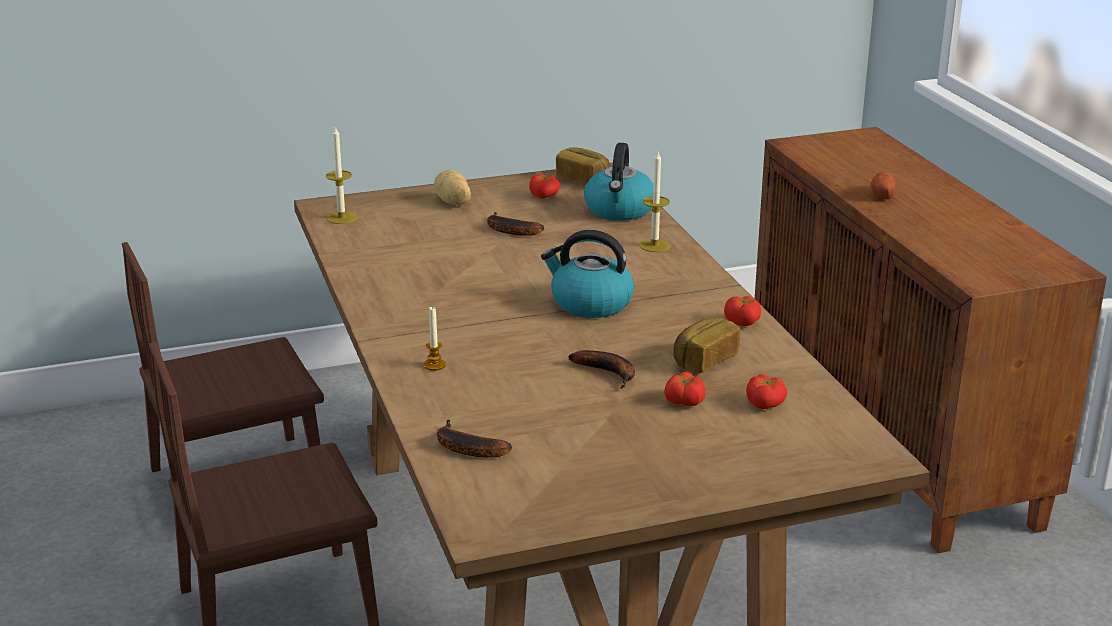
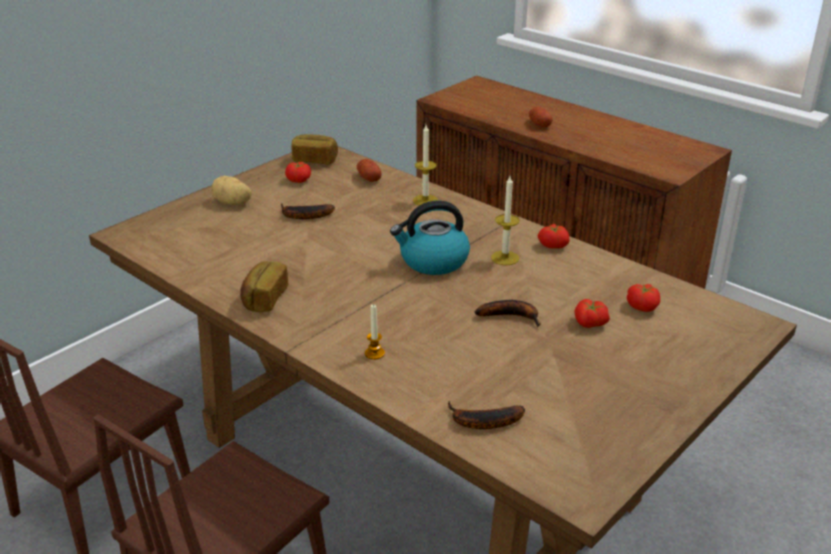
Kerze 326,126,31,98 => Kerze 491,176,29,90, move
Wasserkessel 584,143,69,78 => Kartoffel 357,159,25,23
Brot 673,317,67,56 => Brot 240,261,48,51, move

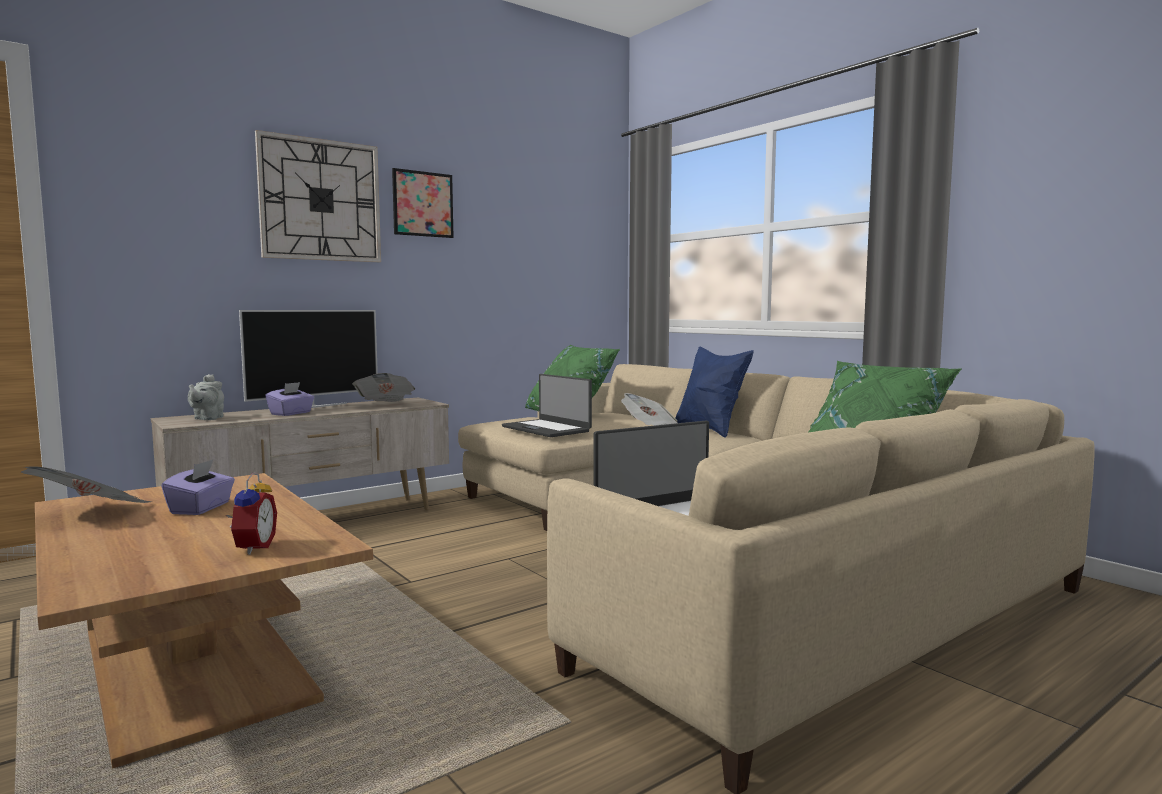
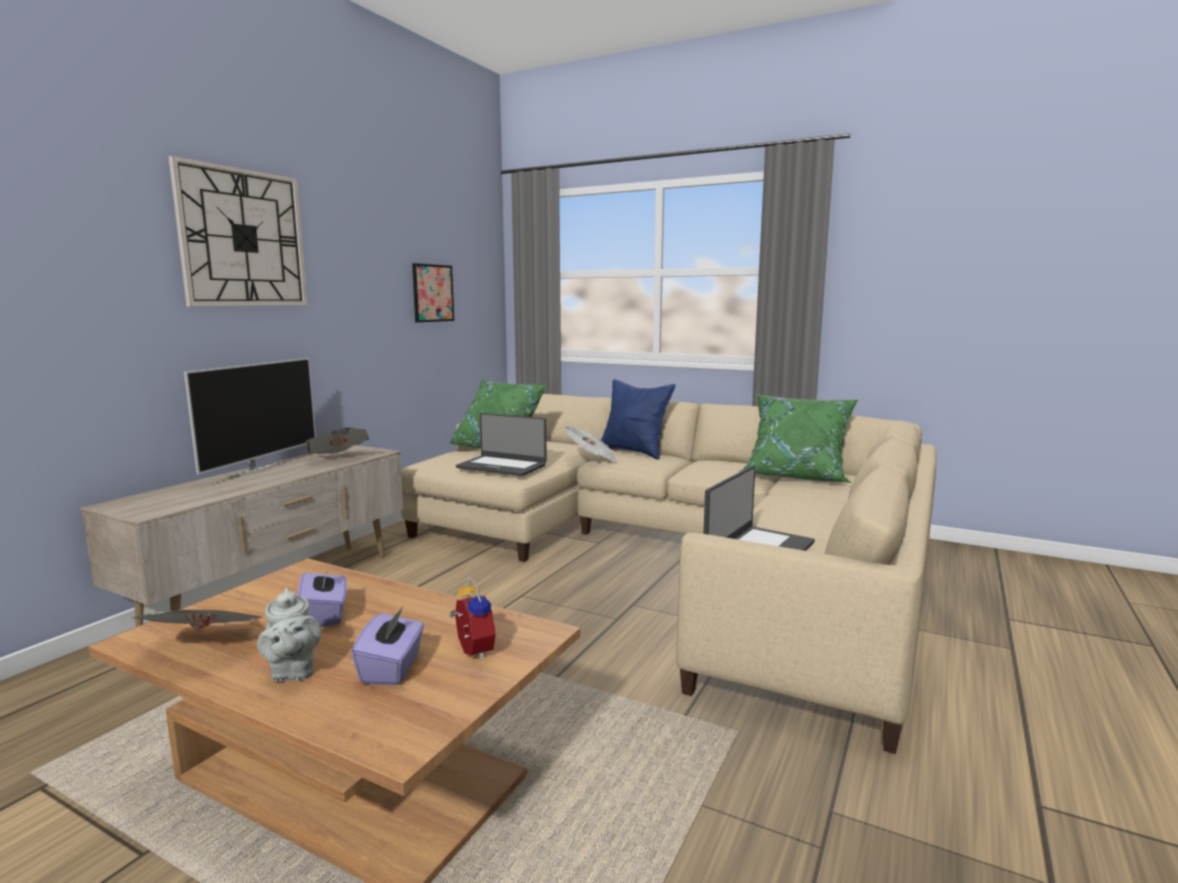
Bild 392,168,62,70 => Bild 412,263,42,59, move
Teekanne/grau 188,374,36,46 => Teekanne/grau 257,588,64,94, move
Taschentuchbox/lila 265,382,49,34 => Taschentuchbox/lila 351,607,73,78, move

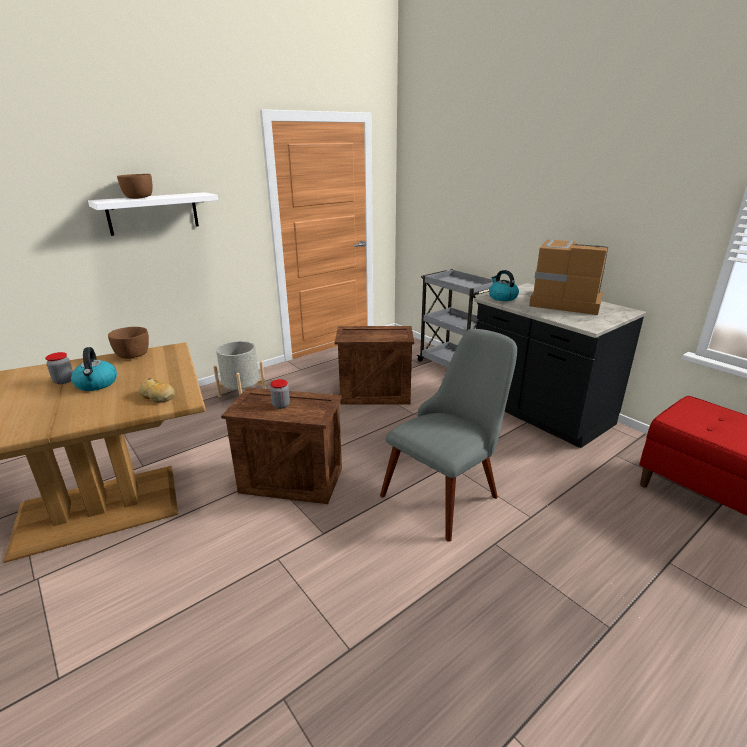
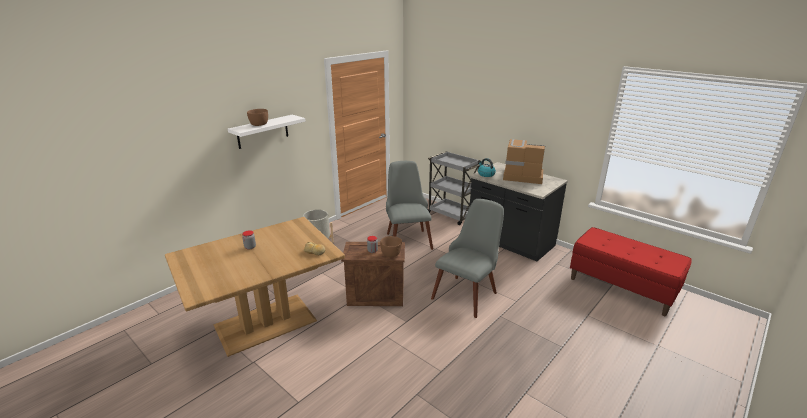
Kiste 335,326,79,79 => Stuhl/grau 386,161,47,89
Schüssel/braun 108,327,41,32 => Schüssel/braun 380,236,22,21, move
Wasserkessel 71,347,46,44 => nothing

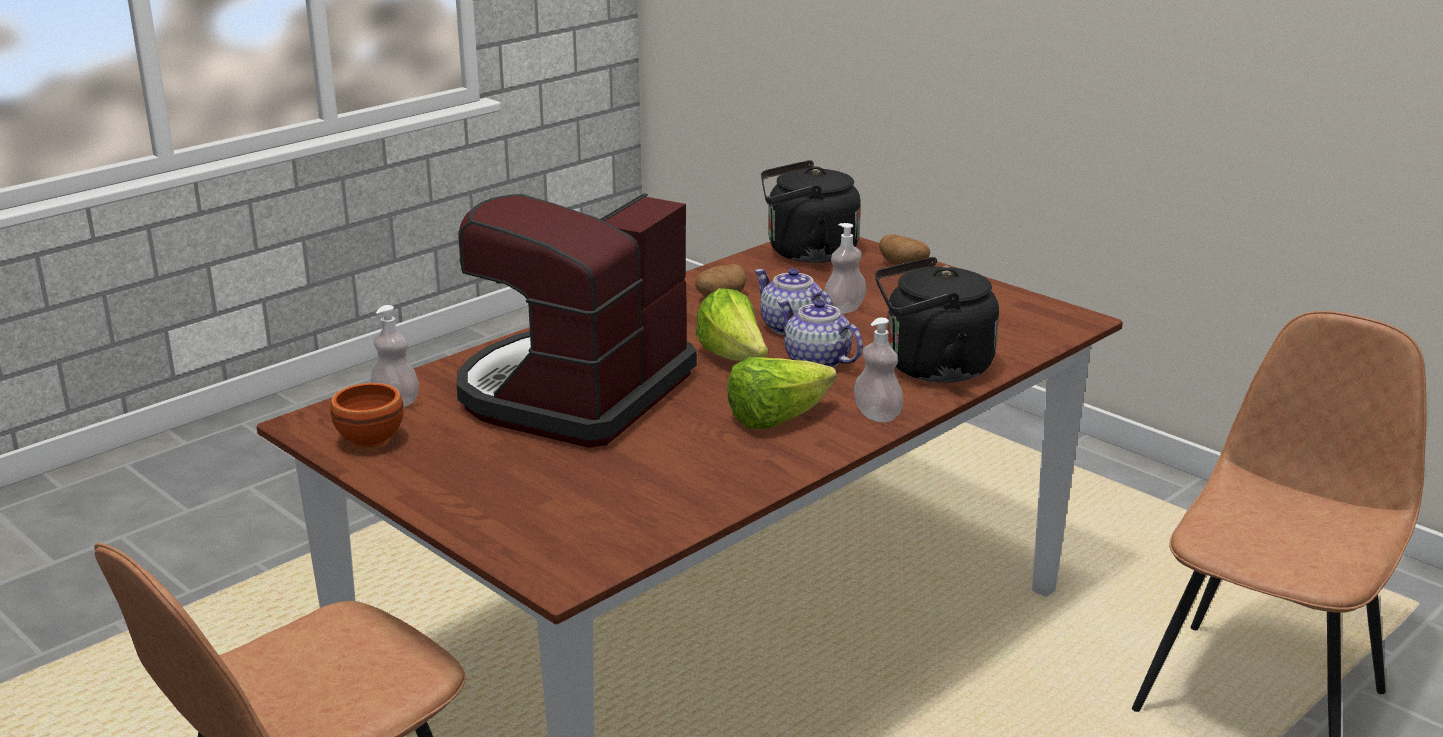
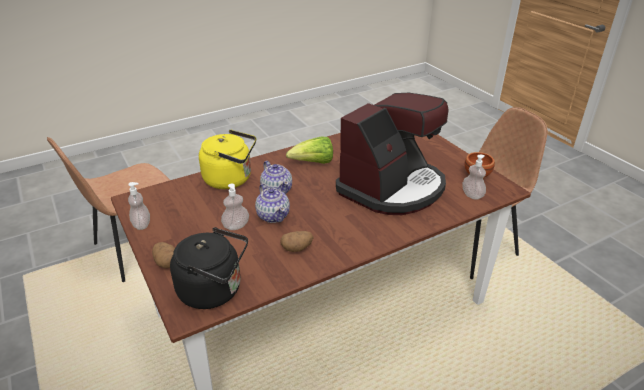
Wasserkessel/schwarz 875,257,124,126 => Wasserkessel/gelb 199,130,57,59
Salatkopf 695,288,73,73 => nothing
Seifenspender 854,318,49,104 => Seifenspender 128,182,22,48, move

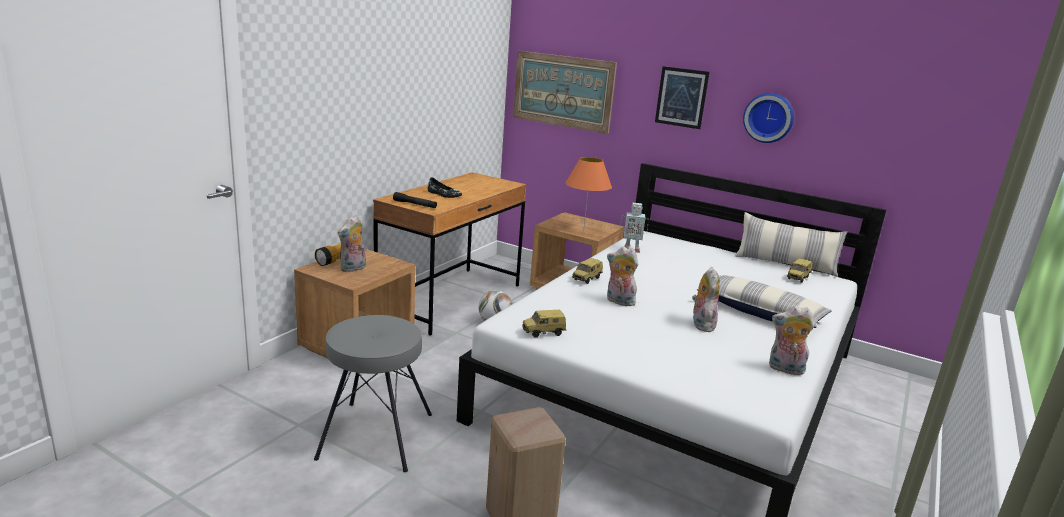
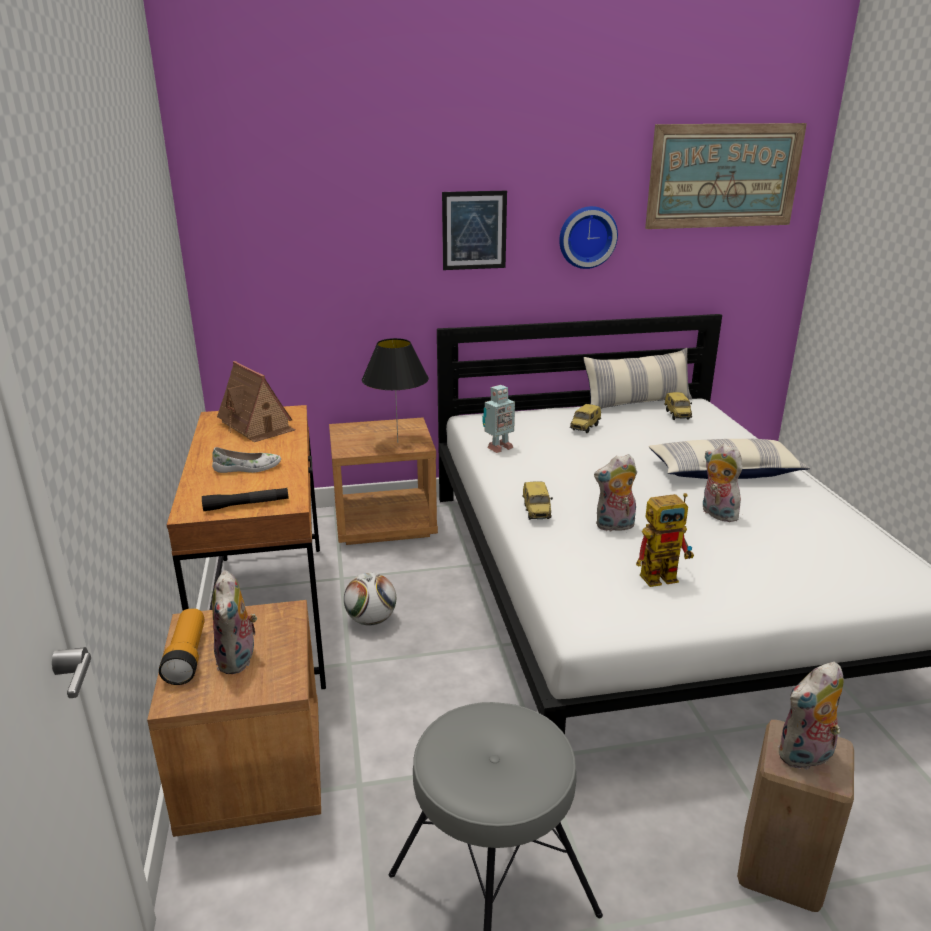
Bild 513,51,104,83 => Bild 645,123,162,106, move
Tischlampe/orange 566,157,46,74 => Tischlampe/schwarz 362,338,67,105
Schuh/schwarz 428,177,34,21 => Schuh/weiß 212,447,69,26
Plüschtier 769,306,45,69 => Plüschtier 777,662,69,108, move
Spielzeugauto 522,310,44,28 => Spielzeugauto 570,404,31,29, move
nothing => Spielzeughaus 217,361,79,81
nothing => Spielzeugroboter 636,493,58,94

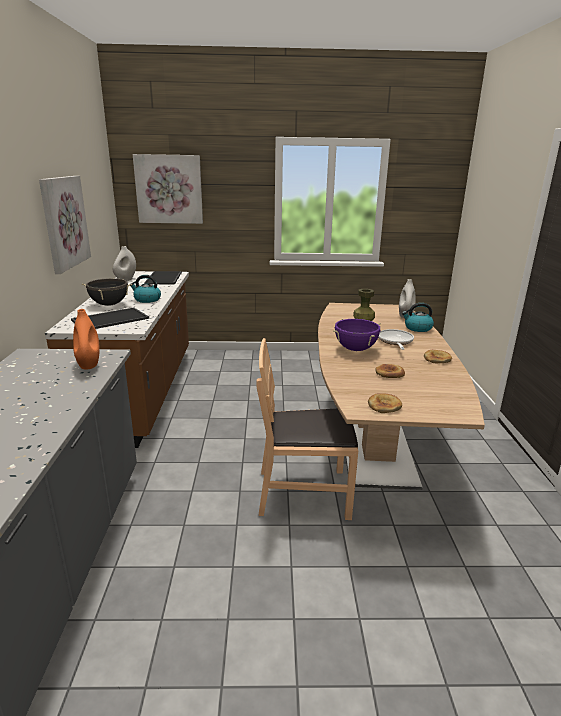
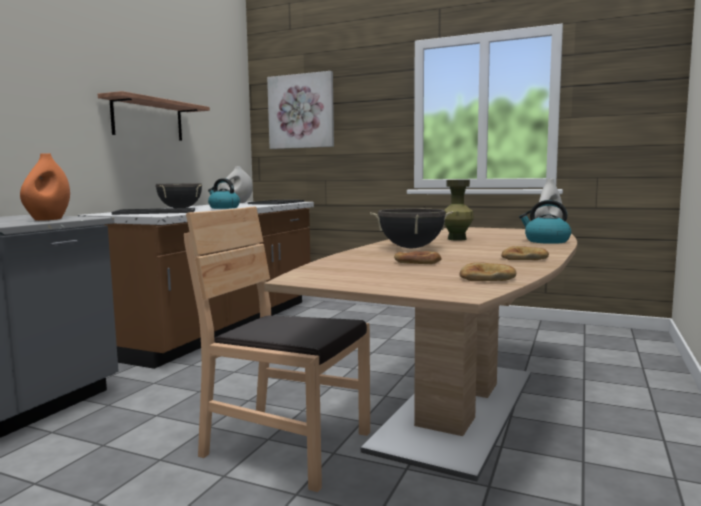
Bild 39,176,52,98 => Wandregal 98,91,112,50
Kochtopf/lila 333,318,48,33 => Kochtopf/schwarz 370,209,83,39
Pfanne 378,329,36,21 => nothing
Brot 368,393,34,20 => Brot 459,262,57,19, move

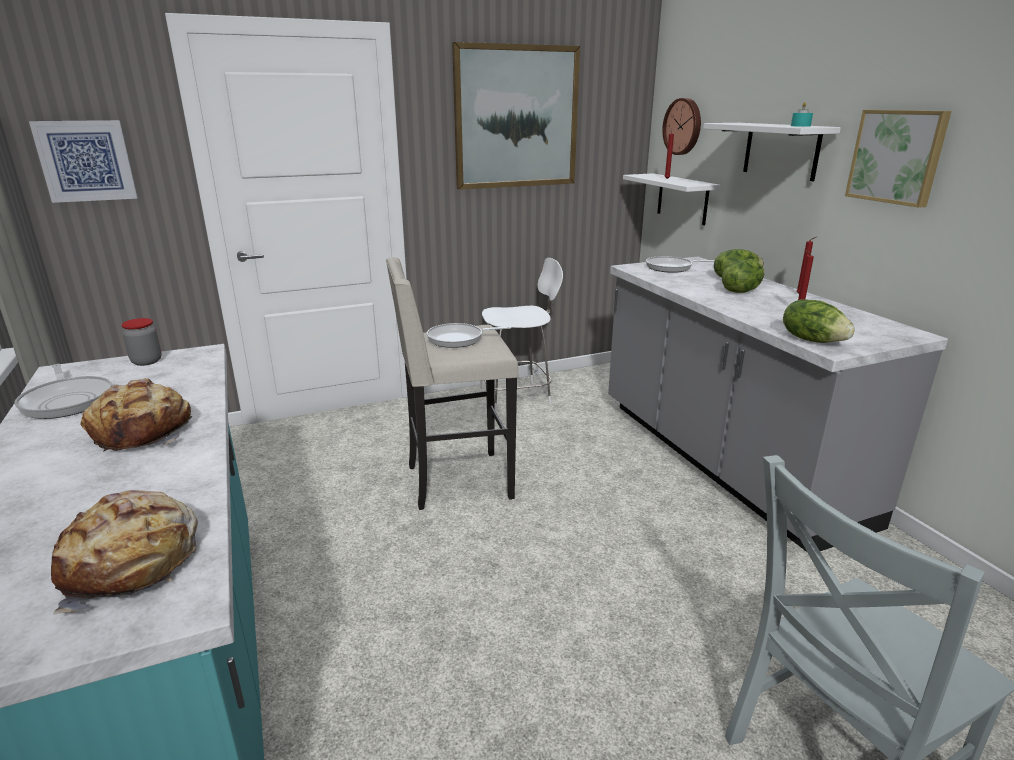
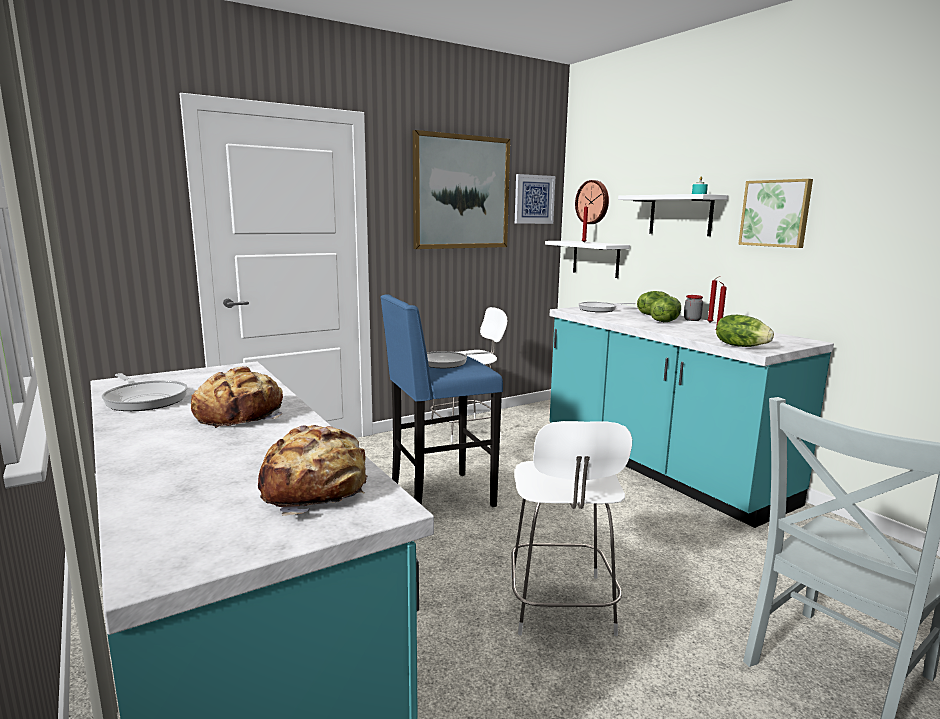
Bild 29,120,109,83 => Bild 515,174,40,50, move
Hocker/beige 386,257,132,253 => Hocker/blau 380,294,123,213
Küchenzeile/grau 608,257,340,295 => Küchenzeile/türkis 550,303,284,225
Vorratsglas 122,318,40,48 => Vorratsglas 684,295,19,26, move
nothing => Stuhl/weiß 511,421,121,215

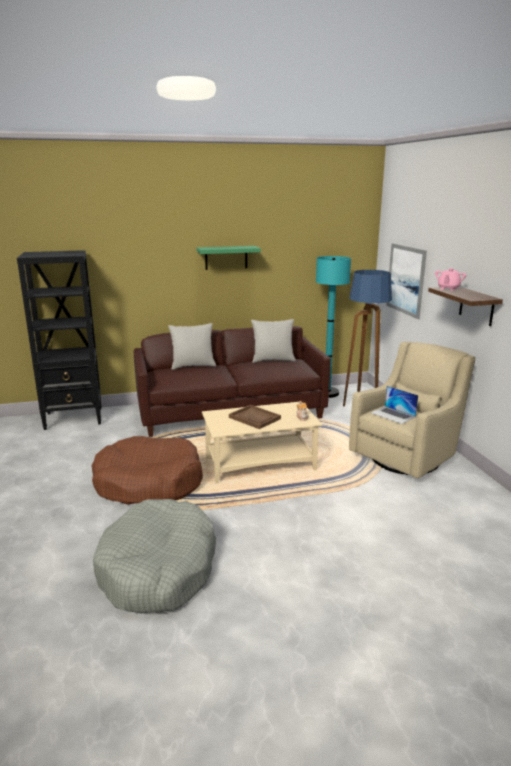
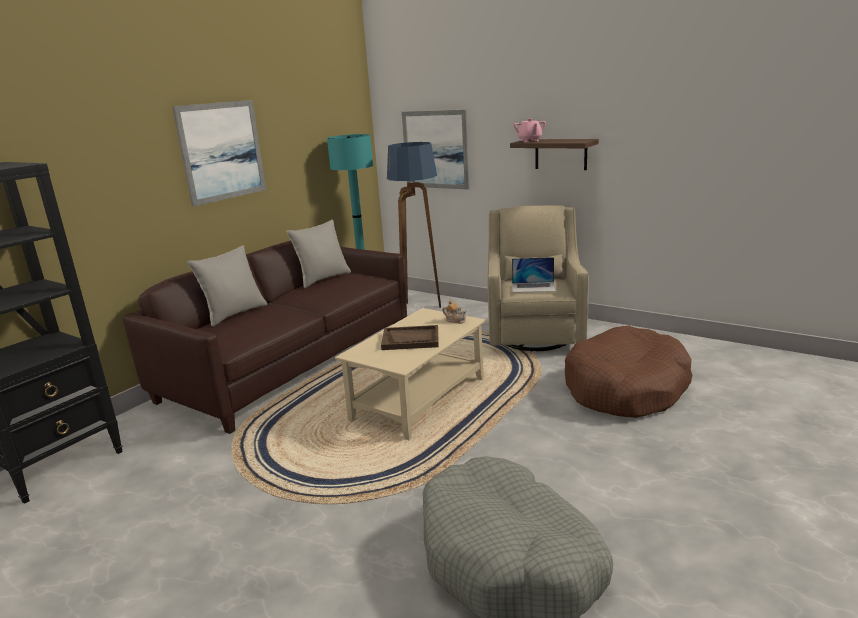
Wandregal/grün 197,246,64,24 => Bild 172,100,94,106
Hundebett/braun 92,436,111,69 => Hundebett/braun 565,325,127,93, move

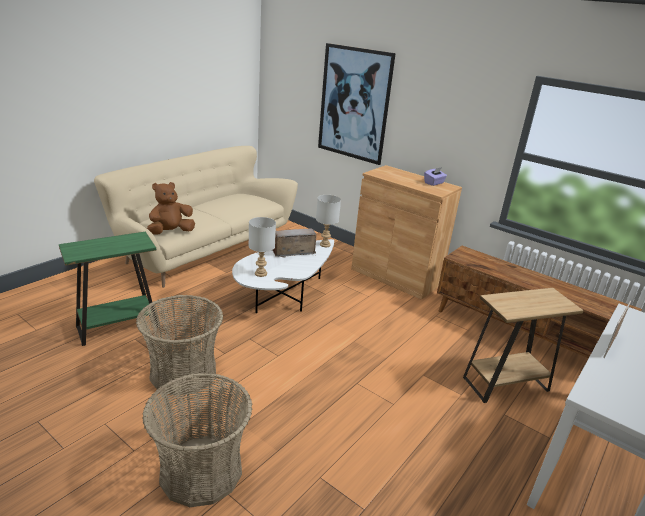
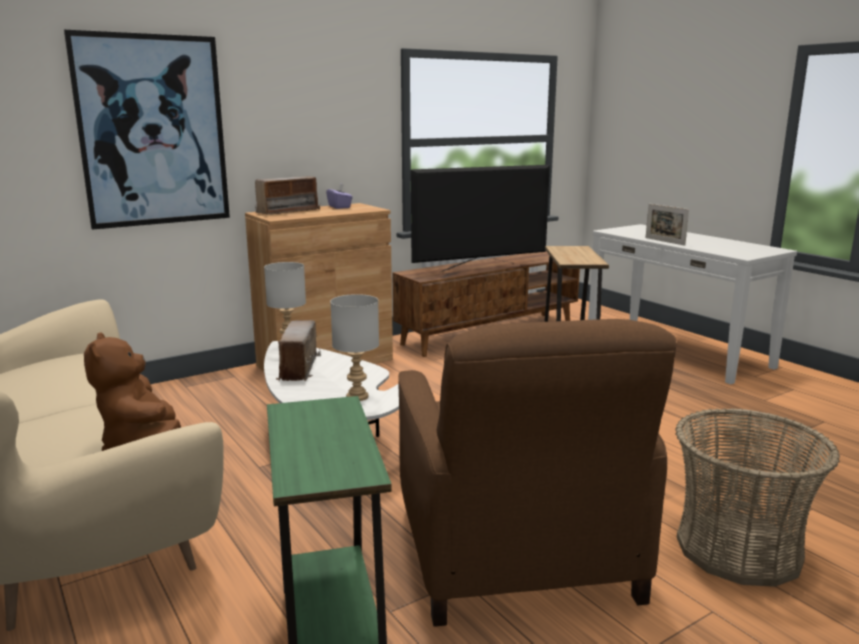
Korb 136,295,87,100 => Sessel/braun 398,319,278,308
nothing => Fernseher 411,165,139,107
nothing => Radio 255,176,65,39

